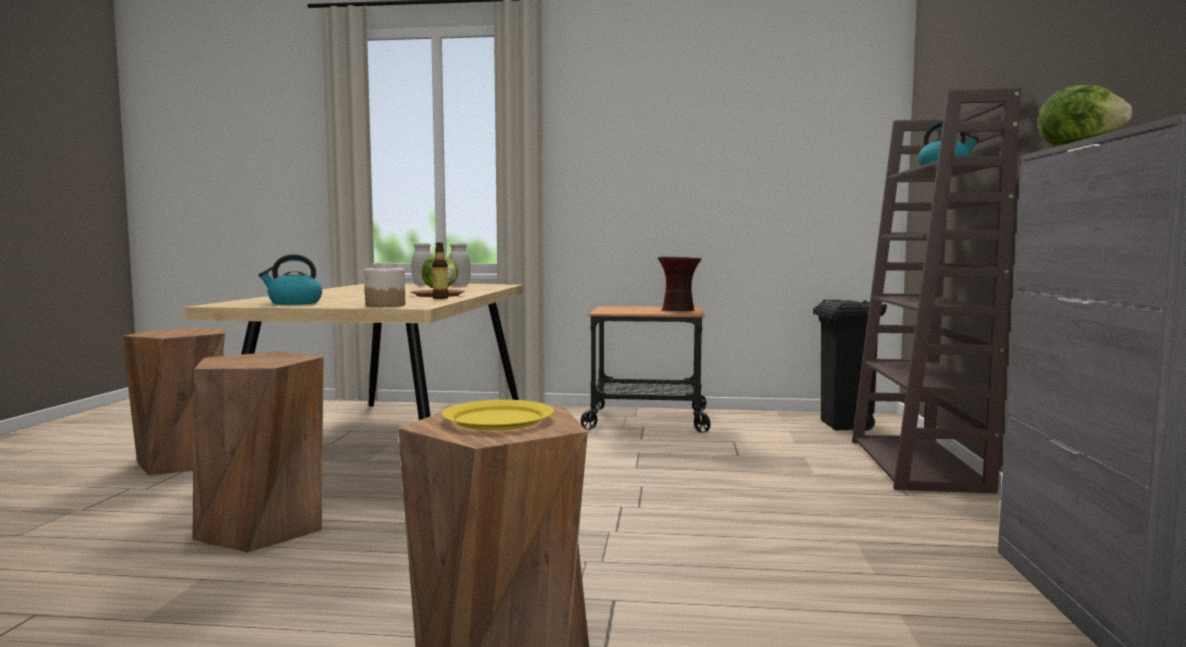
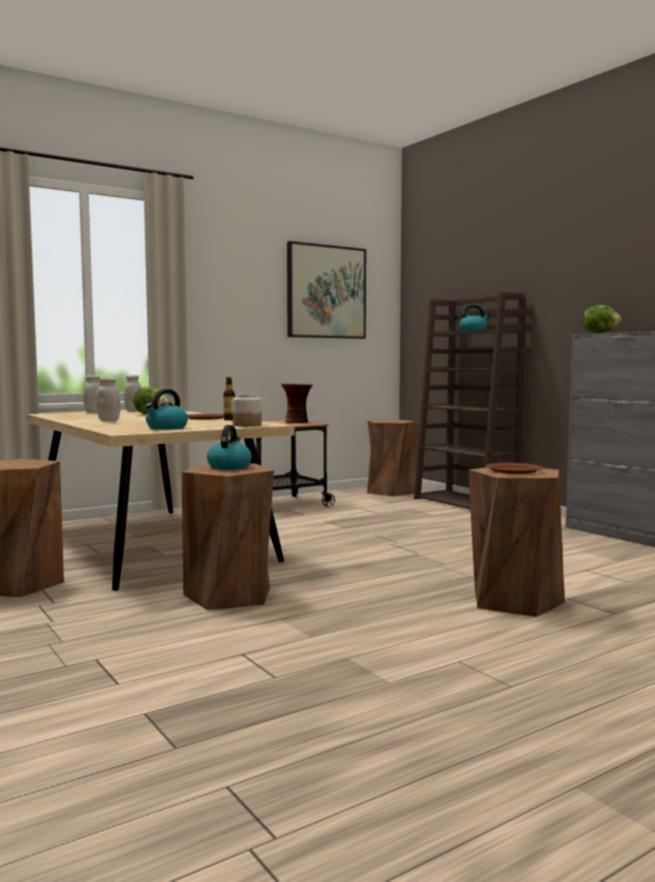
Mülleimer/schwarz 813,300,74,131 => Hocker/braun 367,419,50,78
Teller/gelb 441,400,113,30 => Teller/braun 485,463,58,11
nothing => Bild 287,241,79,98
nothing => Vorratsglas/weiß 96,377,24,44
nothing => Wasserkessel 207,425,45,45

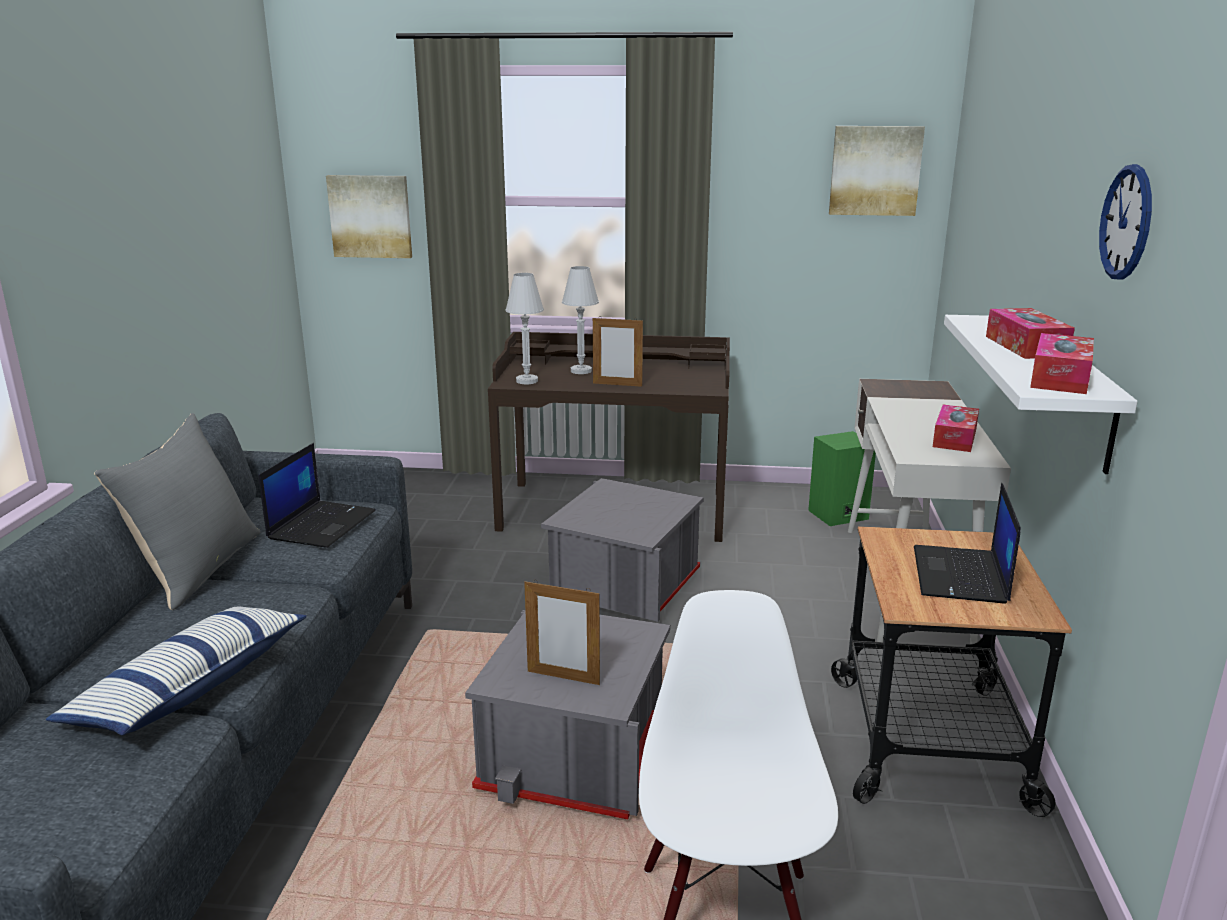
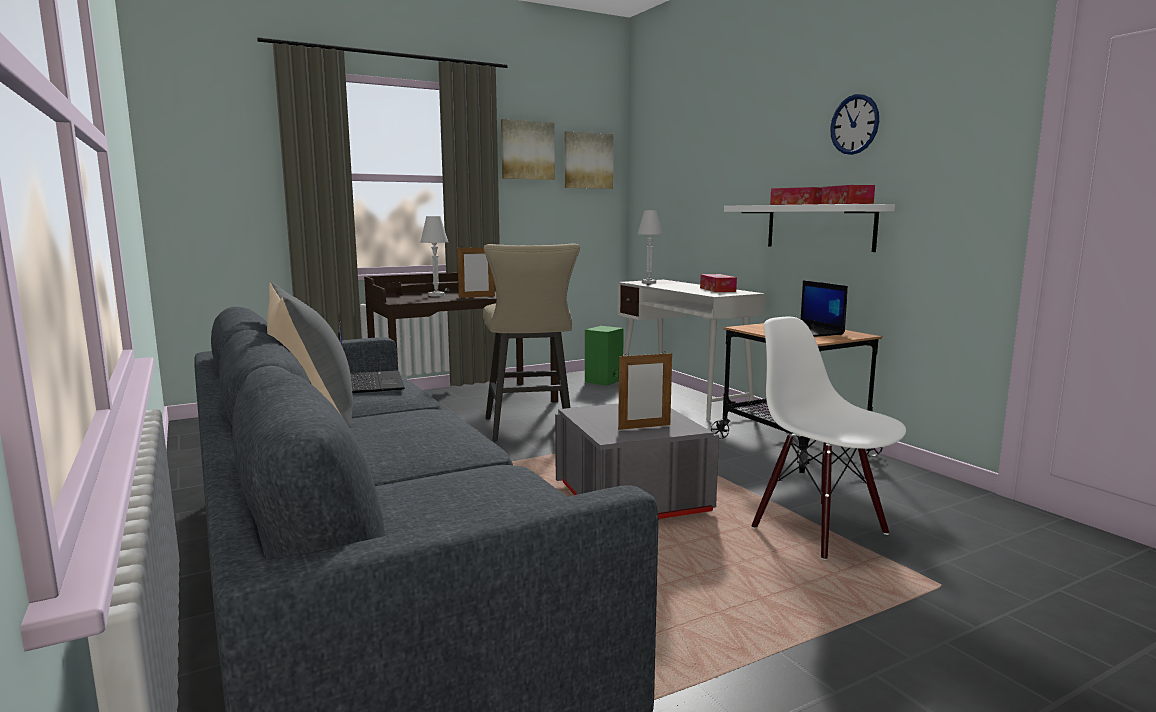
Bild 326,175,86,83 => Bild 501,119,54,61, move
Tischlampe/weiß 505,273,39,111 => Tischlampe/weiß 637,210,26,74, move
Aufbewahrungsbox/grau 541,478,163,144 => Hocker/beige 483,243,97,199
Kissen 46,607,261,128 => nothing

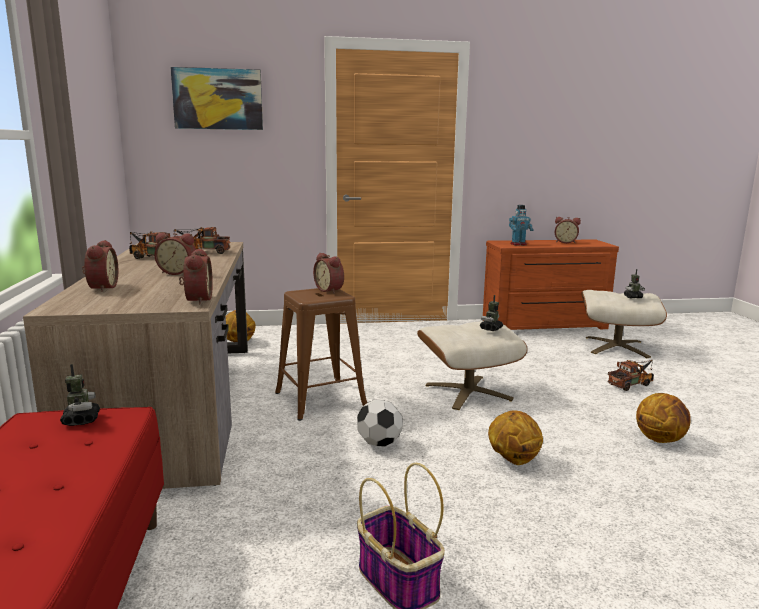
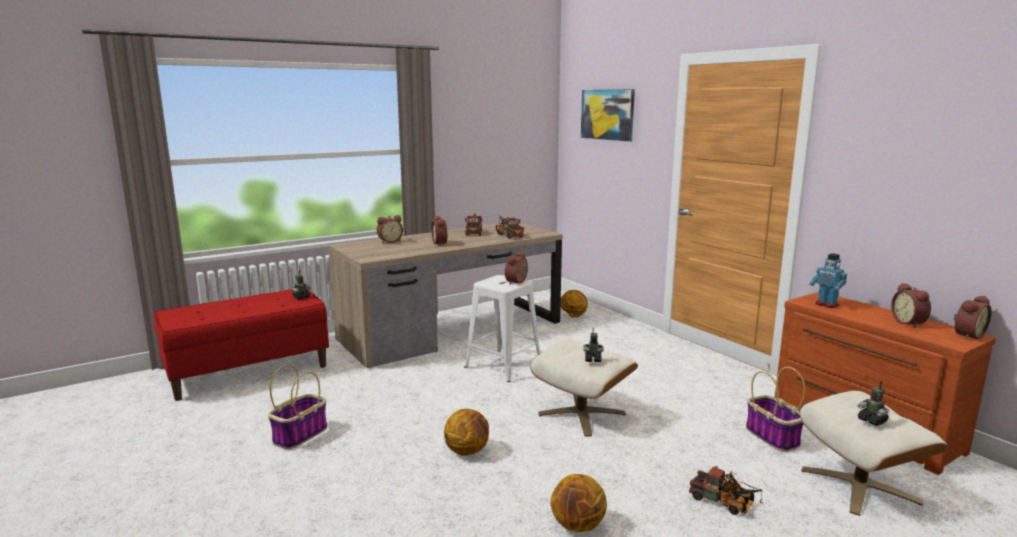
Wecker 179,248,34,56 => Wecker 954,296,38,44, move
Hocker/braun 275,288,92,133 => Hocker/weiß 464,275,77,107
Fußball 357,399,46,47 => nothing
nothing => Korb 746,367,60,85

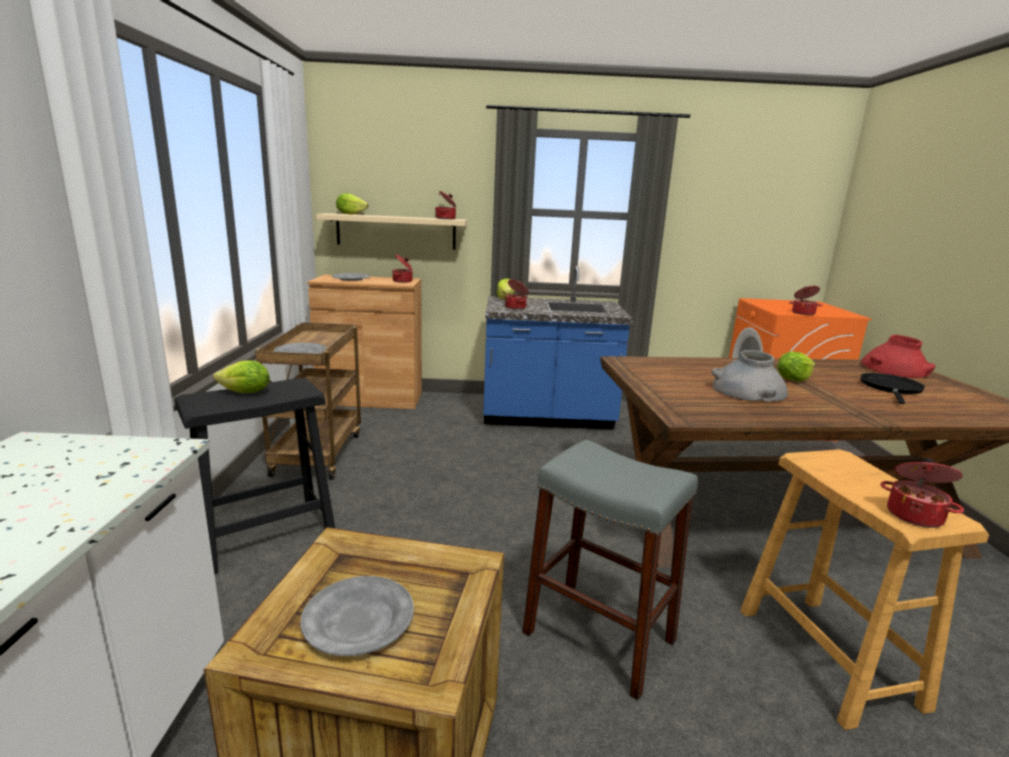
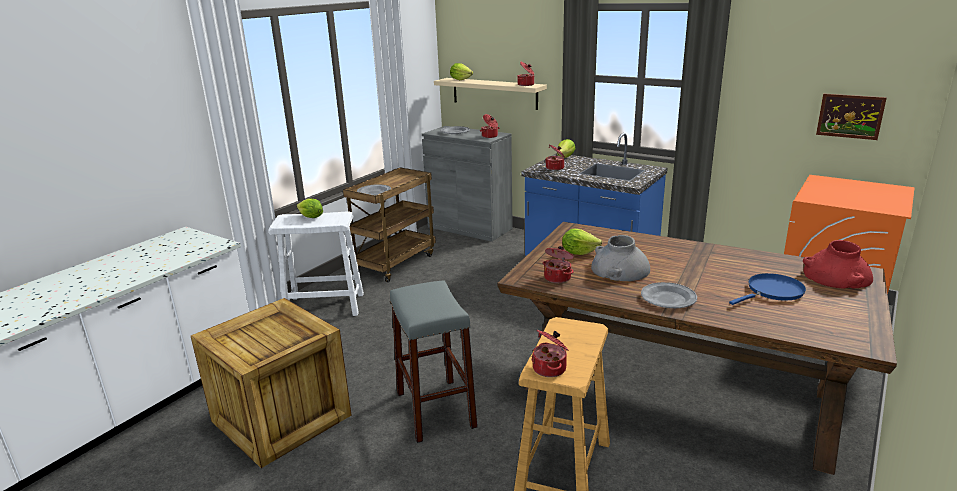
Schrank/braun 308,275,114,134 => Schrank/grau 422,126,91,116
Kochtopf 789,286,33,29 => Kochtopf 543,246,31,37, move
Salatkopf 777,351,38,30 => Salatkopf 562,228,40,27, move
Pfanne/schwarz 861,373,64,31 => Pfanne/blau 729,273,77,32
Hocker/schwarz 175,378,160,196 => Hocker/weiß 269,211,95,105
Teller/grau 300,576,114,80 => Teller/grau 641,282,56,26, move
nothing => Bild 816,94,71,46

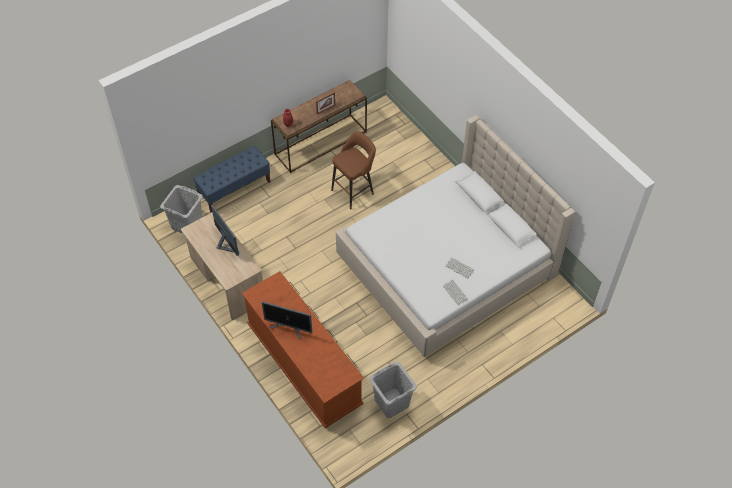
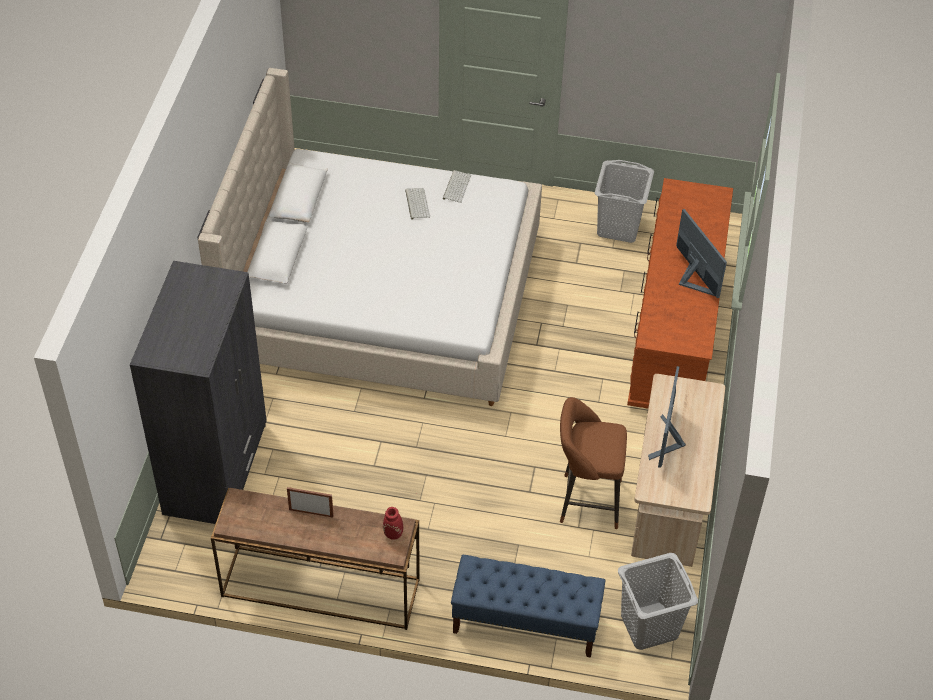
Hocker/braun 331,131,45,78 => Hocker/braun 560,397,67,132, move
nothing => Kleiderschrank/grau 130,261,137,263

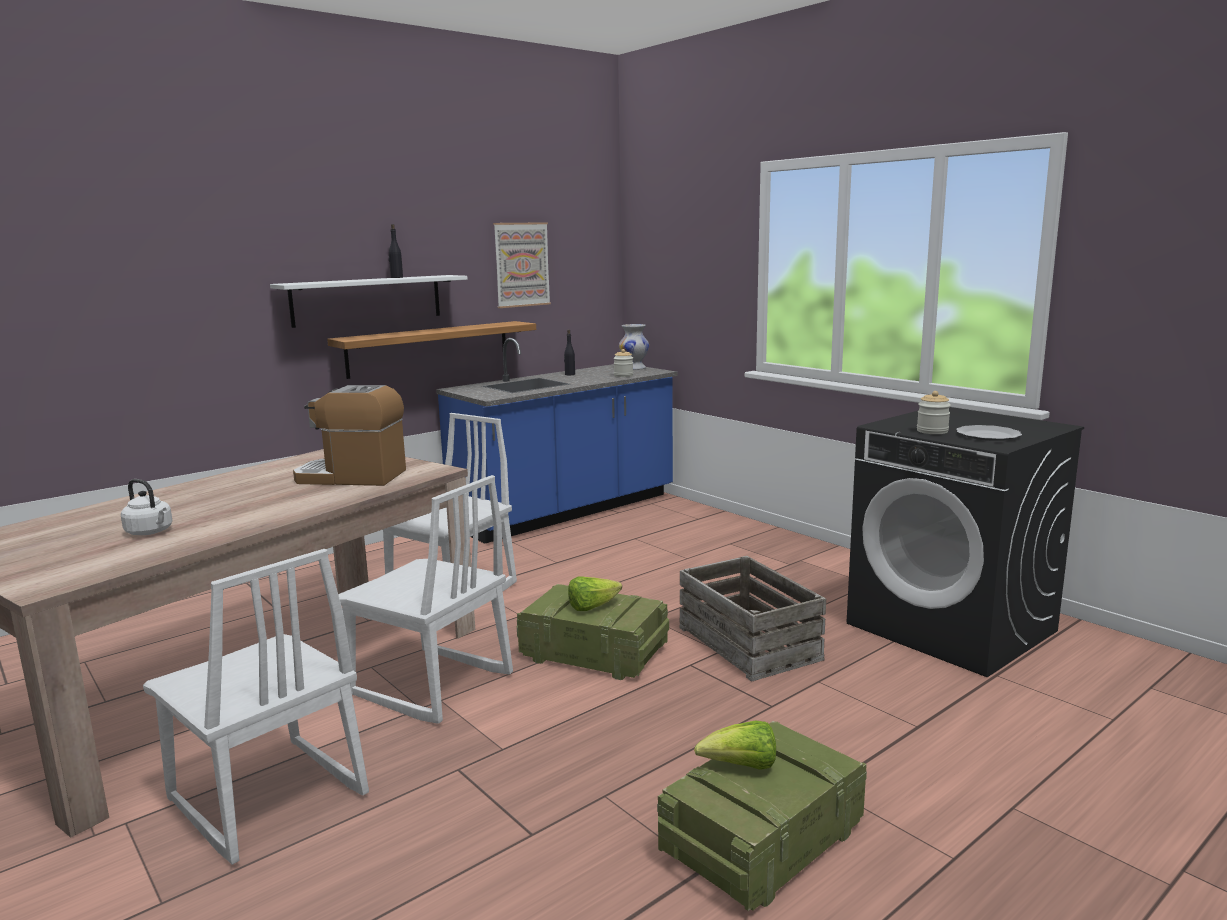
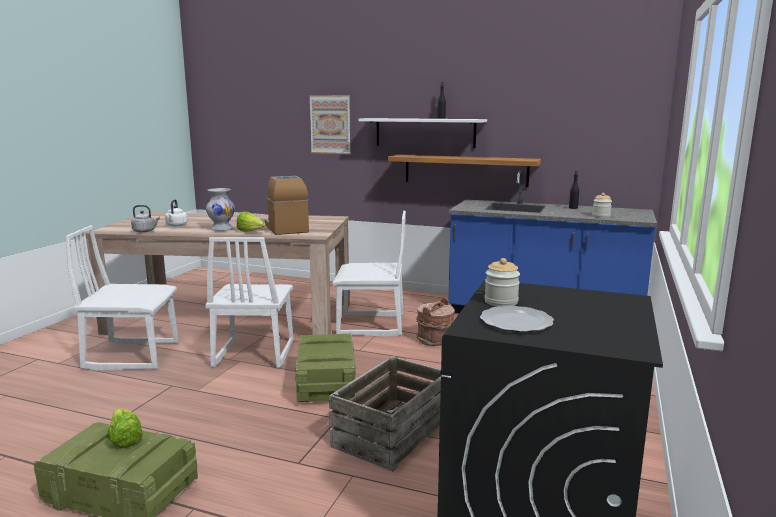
Bild 493,222,58,86 => Bild 309,95,42,59, move
Vase/weiß 619,324,30,46 => Vase/weiß 206,188,29,43, move
Stuhl/weiß 143,549,226,316 => Stuhl/weiß 65,225,114,146, 75 degrees clockwise
Salatkopf 568,576,54,35 => Salatkopf 237,212,29,20, move
nothing => Wasserkessel/grau 131,205,29,28
nothing => Eimer/braun 416,297,39,49

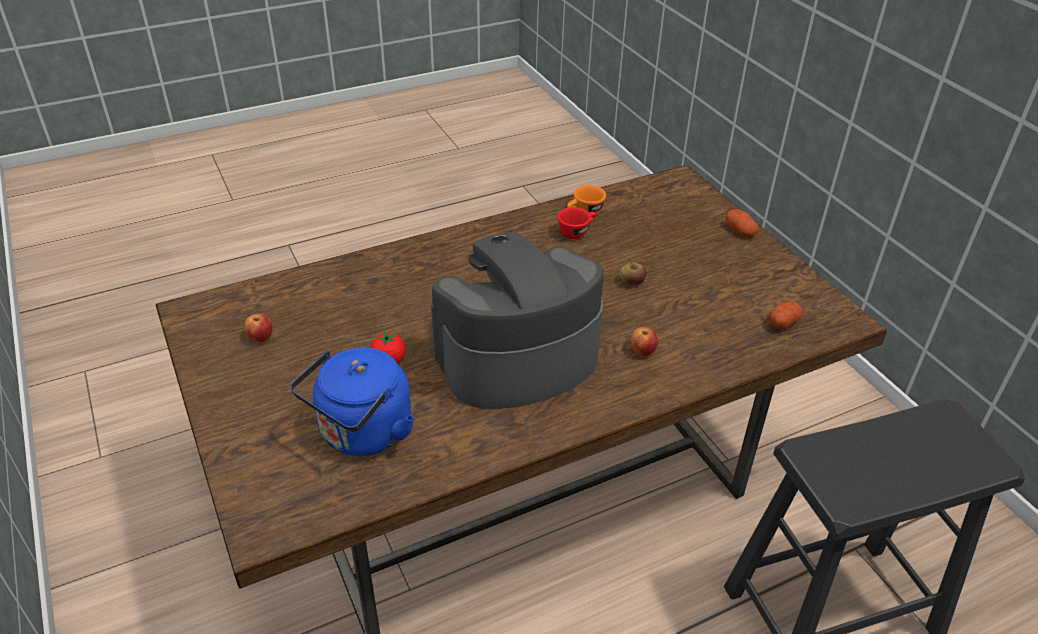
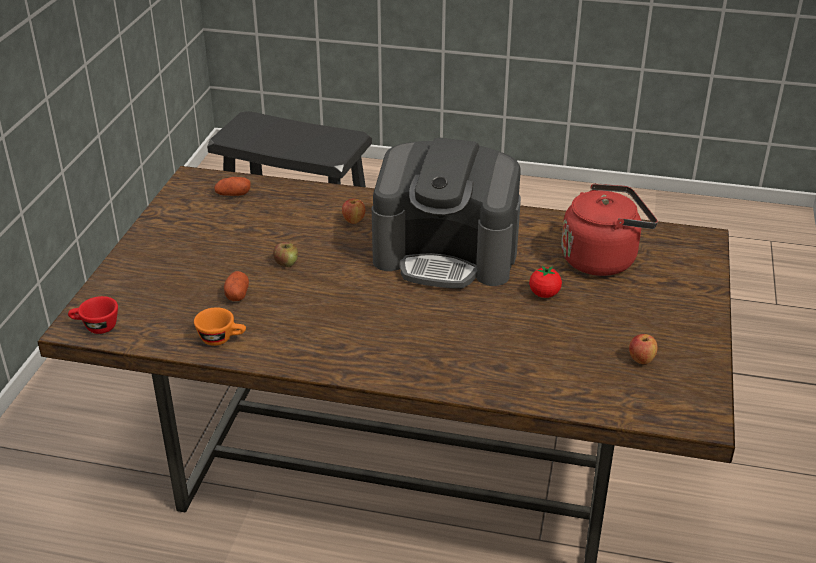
Tasse/rot 557,207,39,32 => Tasse/rot 68,296,50,38, move
Kartoffel 726,209,33,27 => Kartoffel 224,271,25,30, move
Wasserkessel/blau 290,347,124,109 => Wasserkessel/rot 561,184,97,92

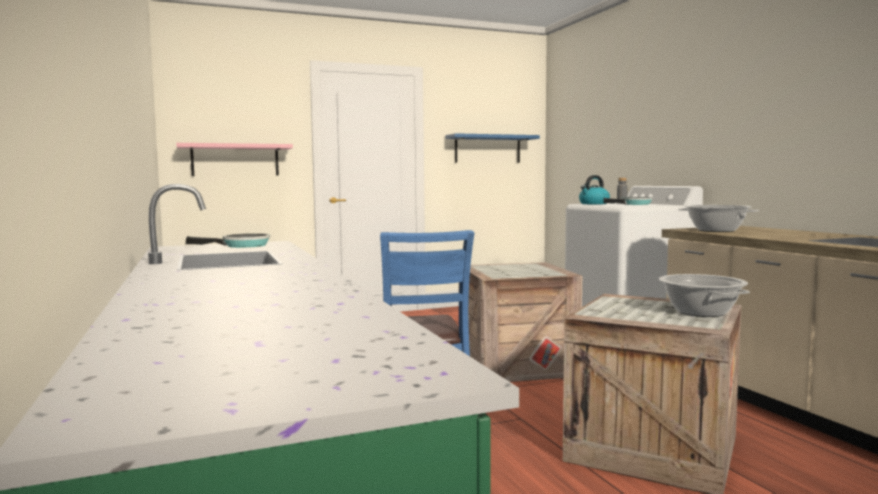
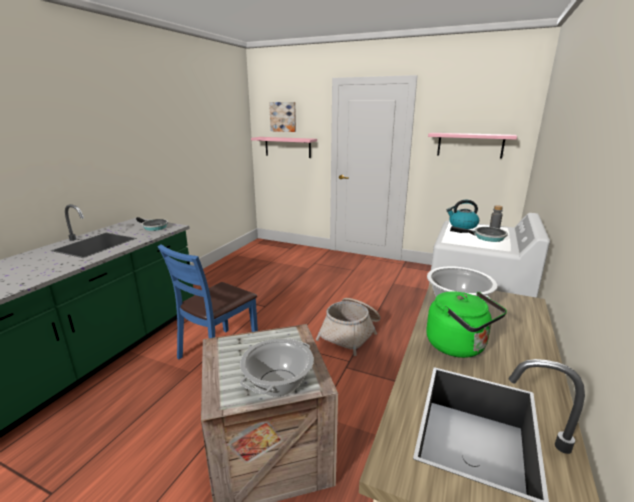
Wandregal/blau 445,133,95,30 => Wandregal/rosa 428,133,89,26
Kiste 459,262,123,120 => Korb 316,298,64,58
nothing => Bild 269,102,27,30
nothing => Wasserkessel/grün 426,291,81,67

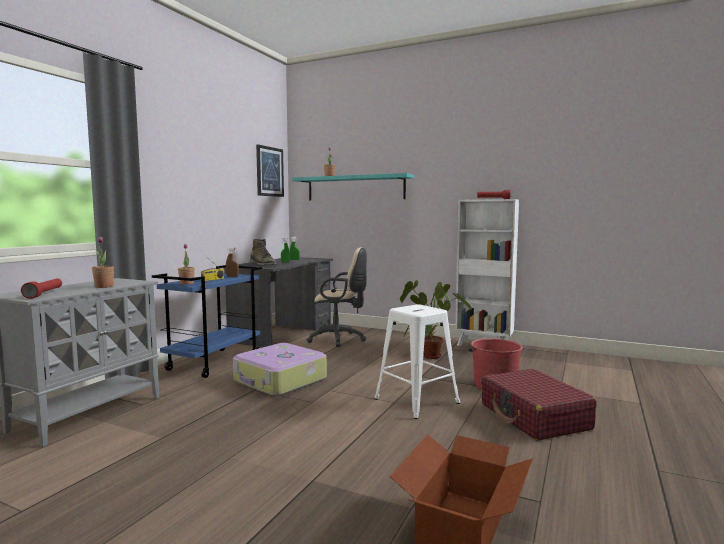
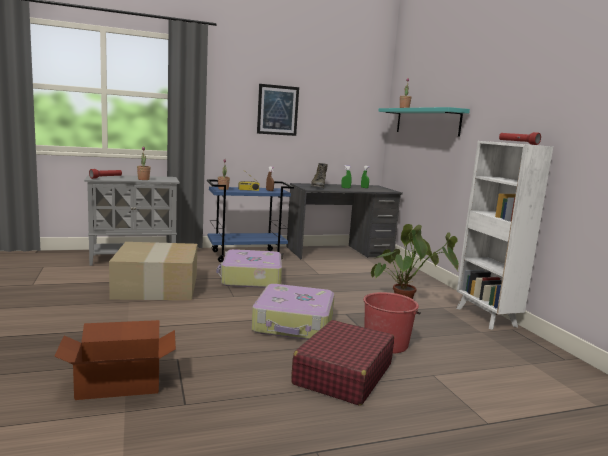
Bild 256,144,28,53 => Bild 257,84,42,52, move
Bürostuhl/beige 307,247,60,100 => nothing
Hocker/weiß 374,304,87,115 => Koffer 251,284,84,56
nothing => Karton 109,242,88,58

